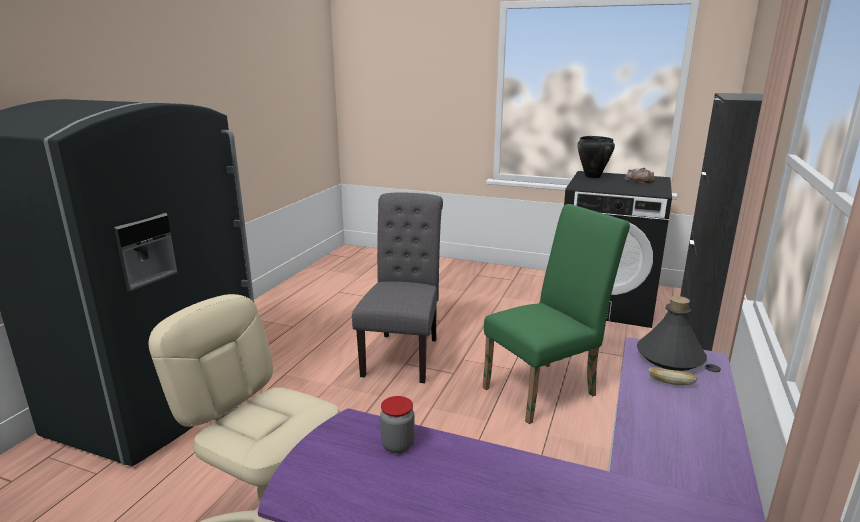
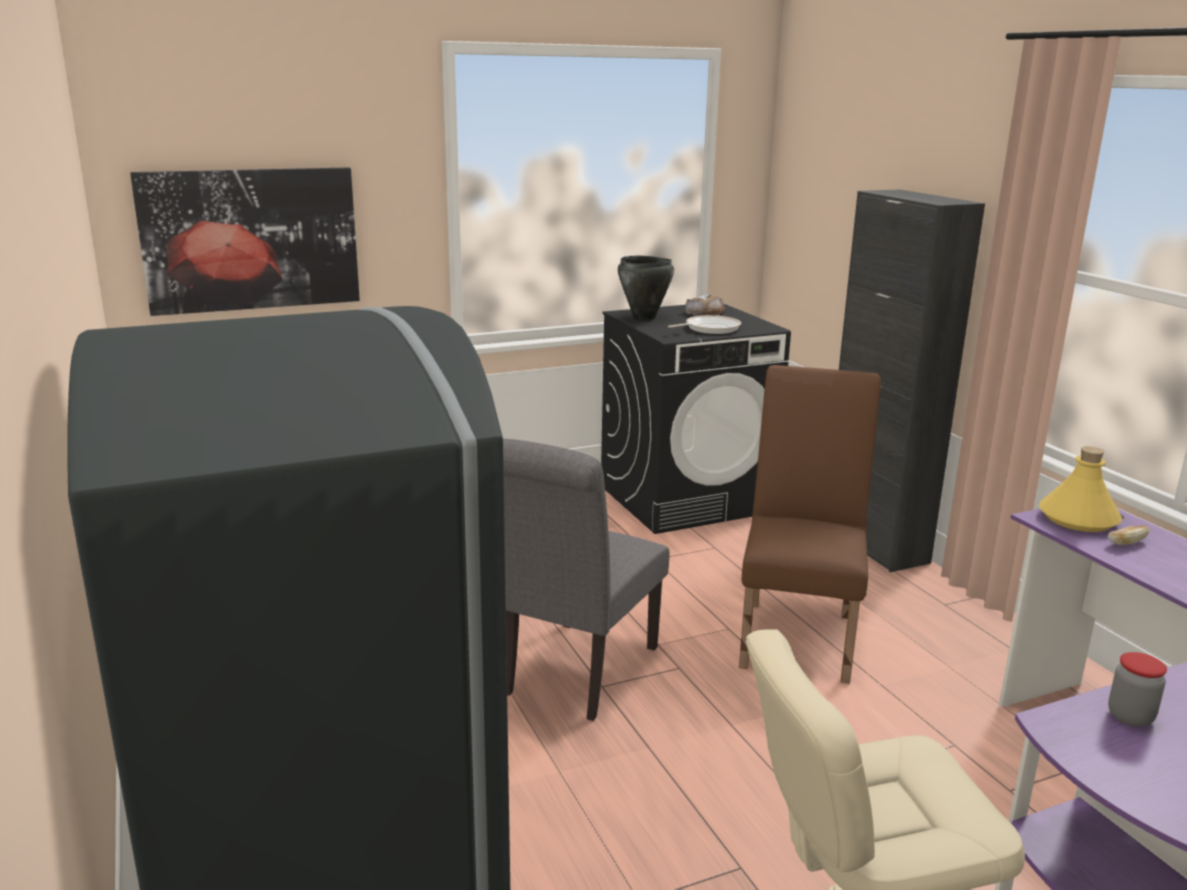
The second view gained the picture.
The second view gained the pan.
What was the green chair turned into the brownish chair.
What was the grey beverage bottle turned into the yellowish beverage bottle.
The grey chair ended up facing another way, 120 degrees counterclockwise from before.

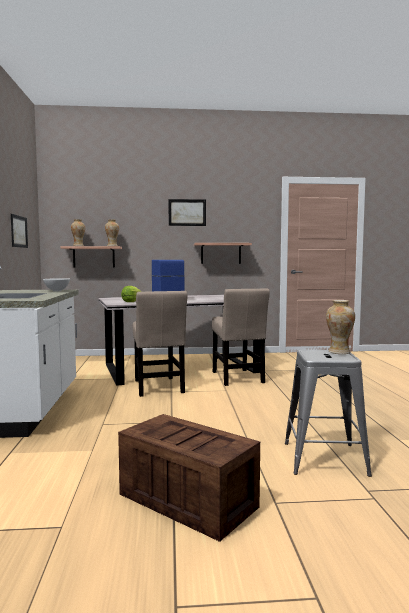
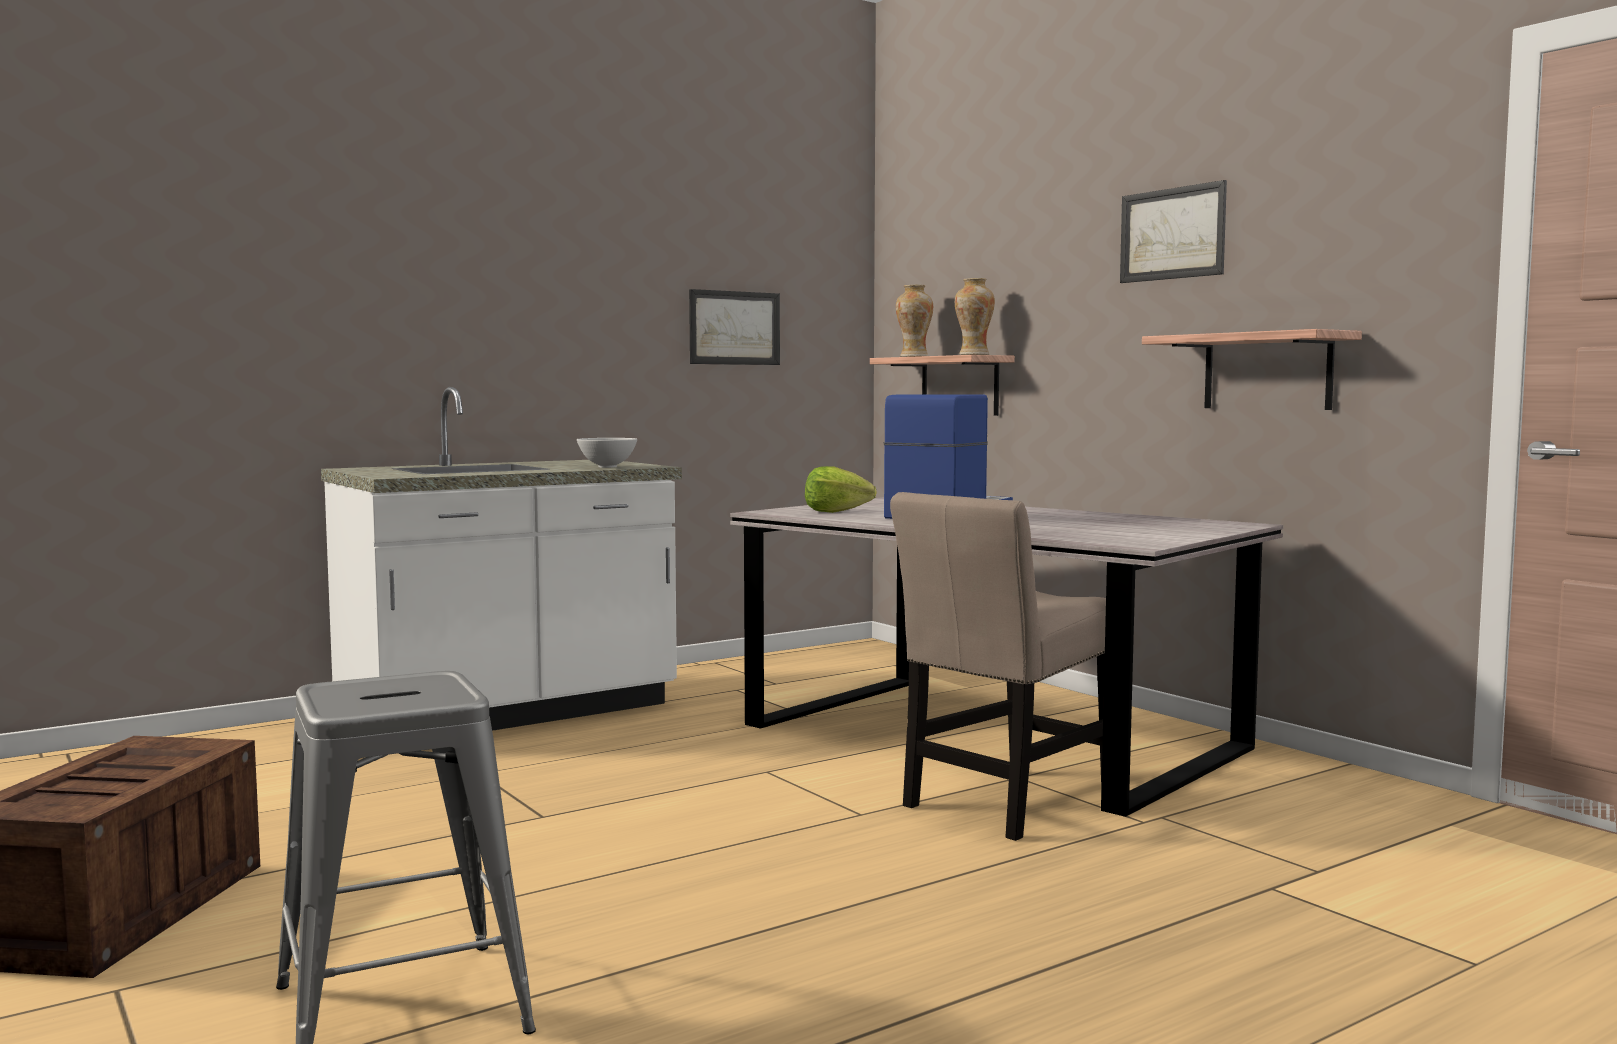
The second view lost the beige-coloured chair (1st from left).
The second view lost the vase (3rd from left).

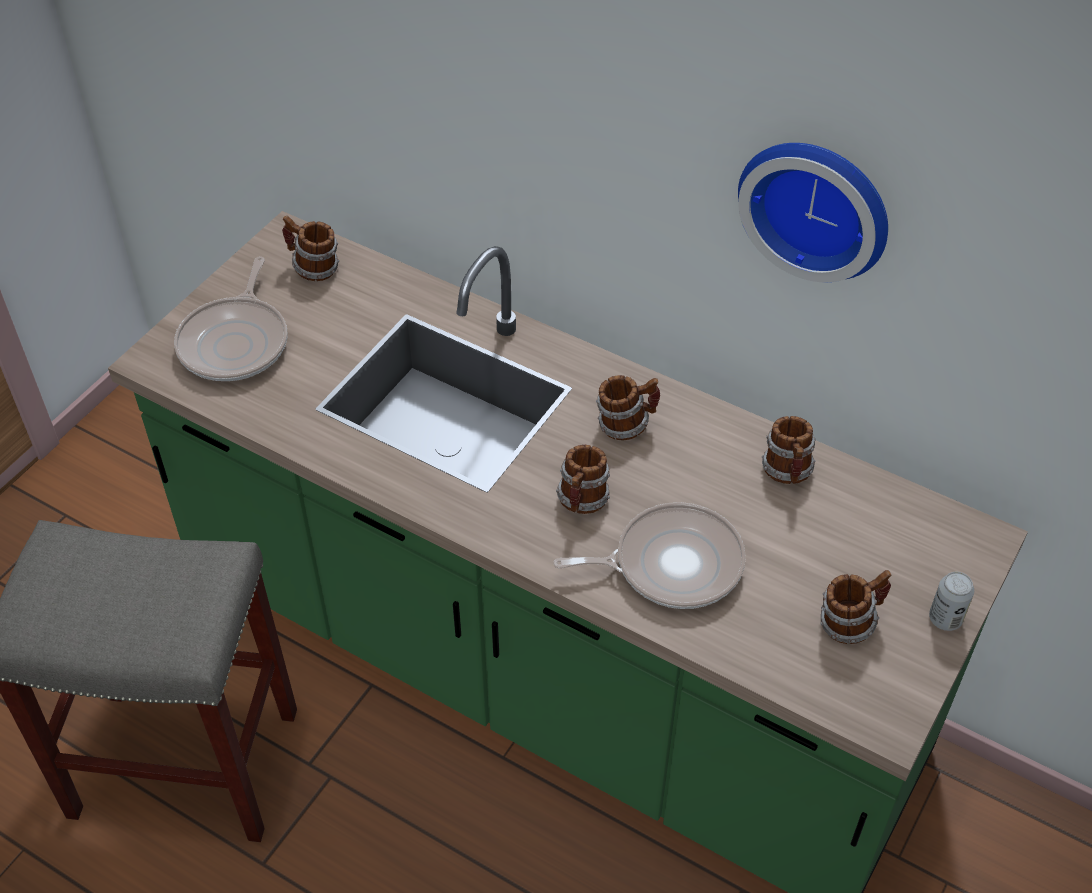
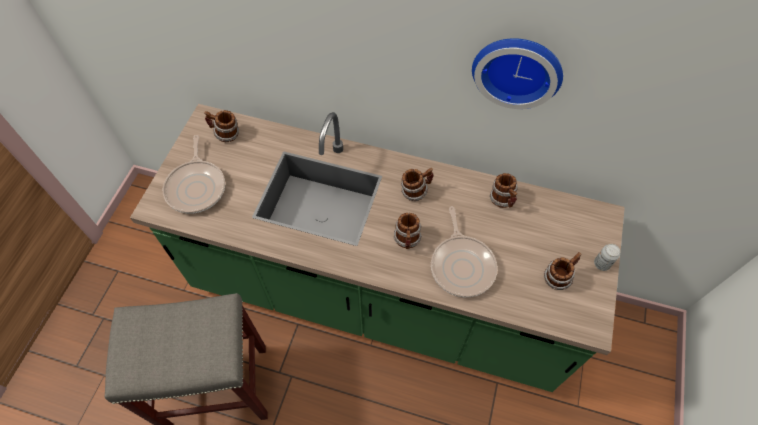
The pan (2nd from left) ended up facing another way, 105 degrees clockwise from before.

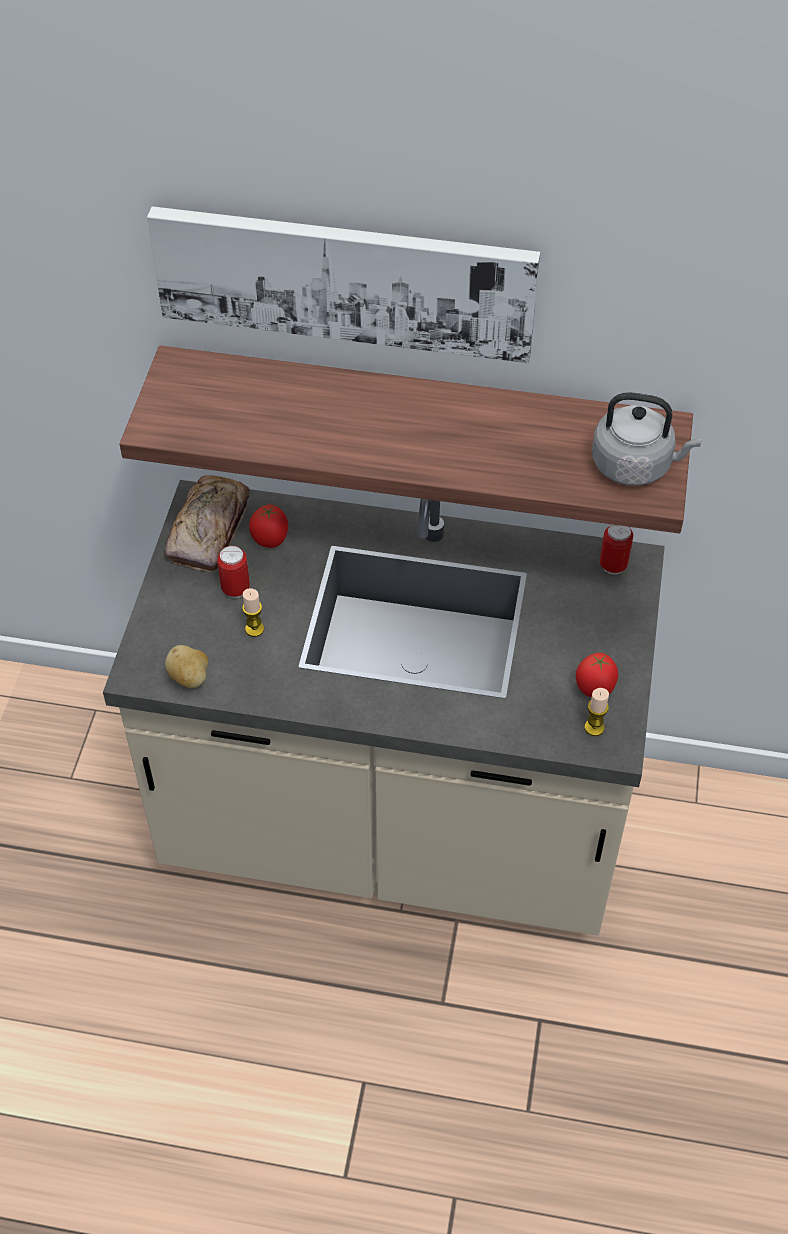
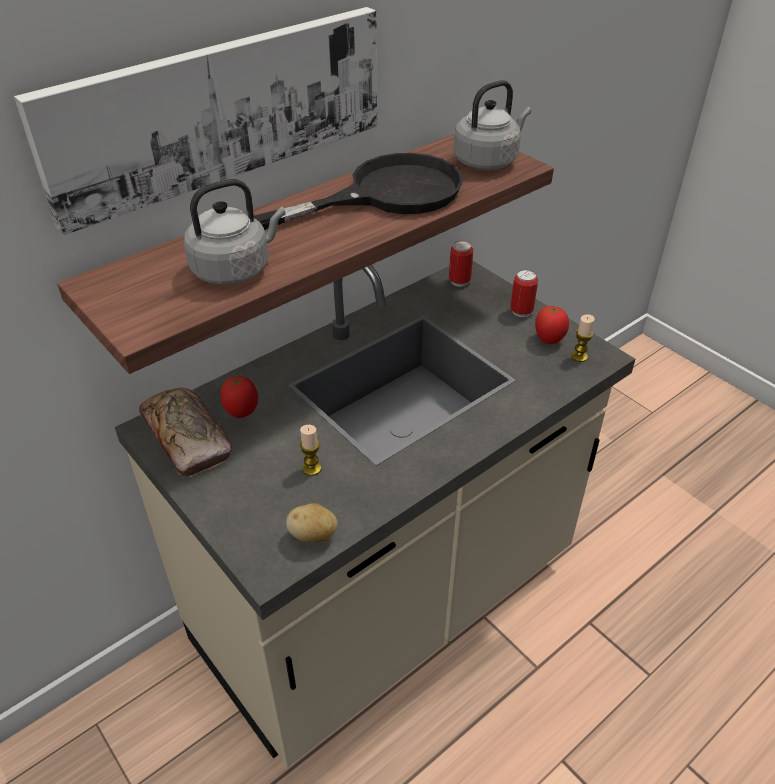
The second view gained the grey water kettle (1st from left).
The second view gained the black pan.
The sealed can (1st from left in the first image) ended up elsewhere.

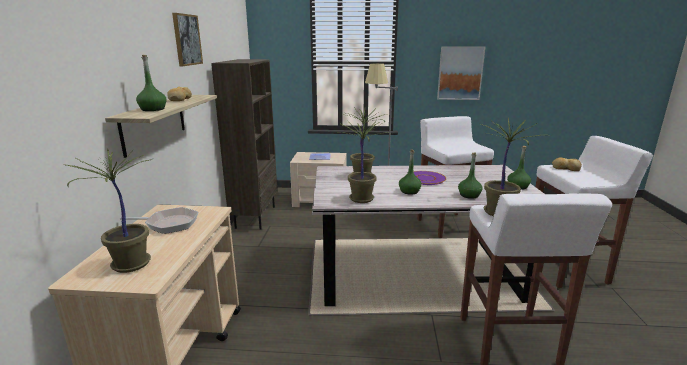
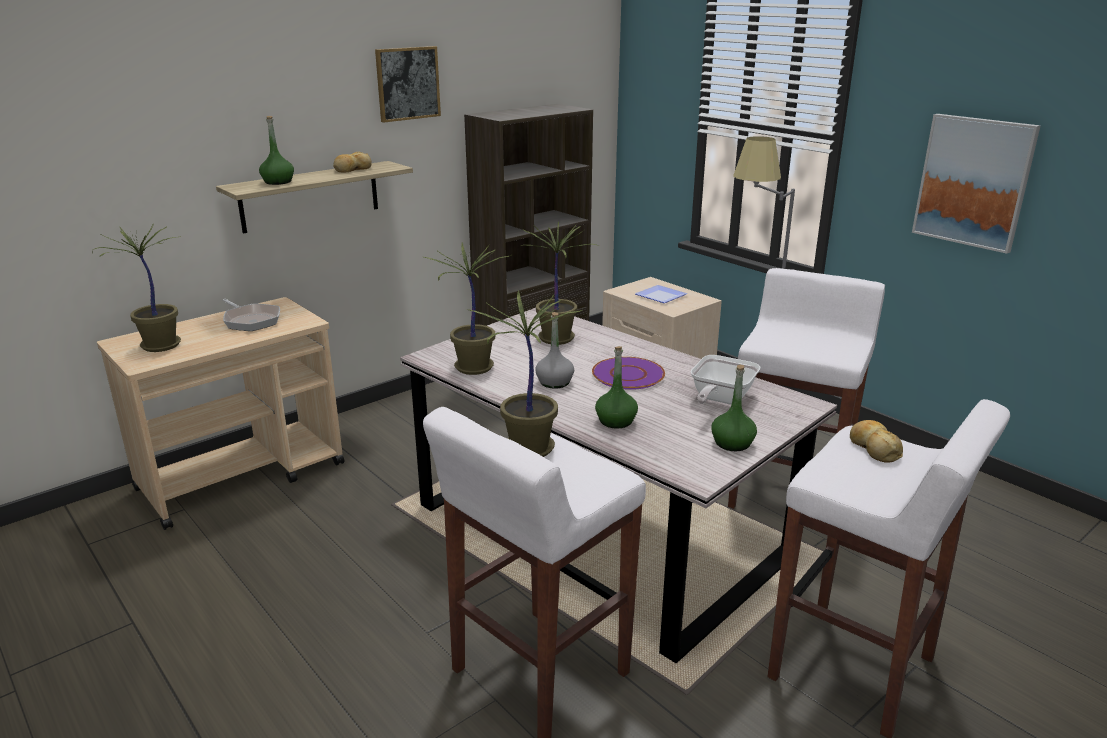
The second view gained the pan (2nd from left).
What was the green beverage bottle (2nd from left) turned into the grey beverage bottle.

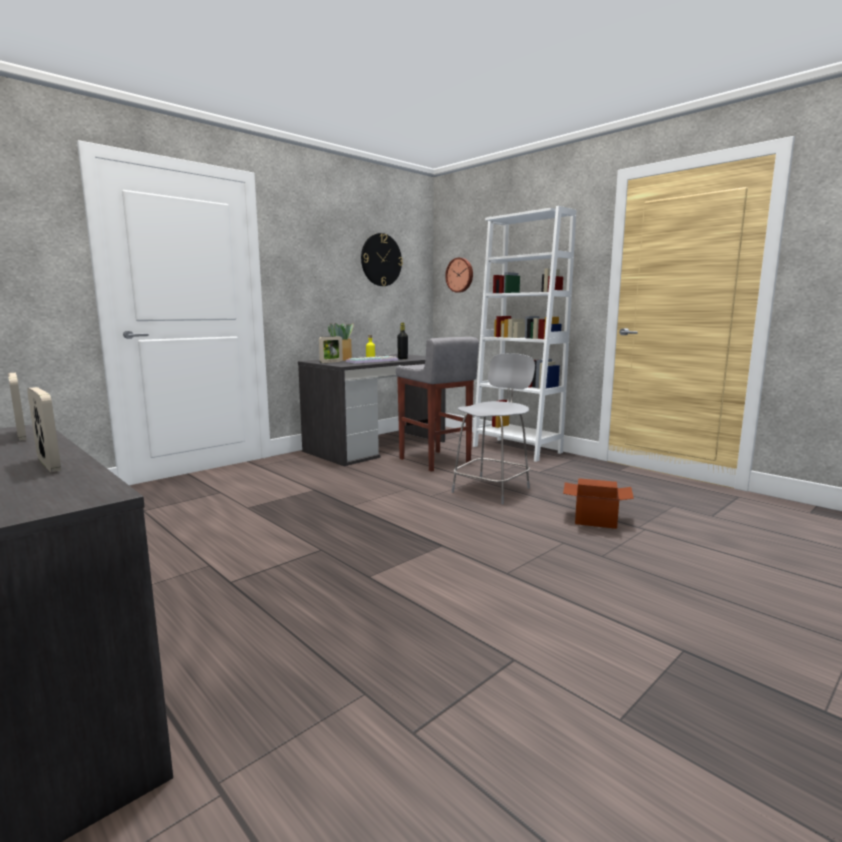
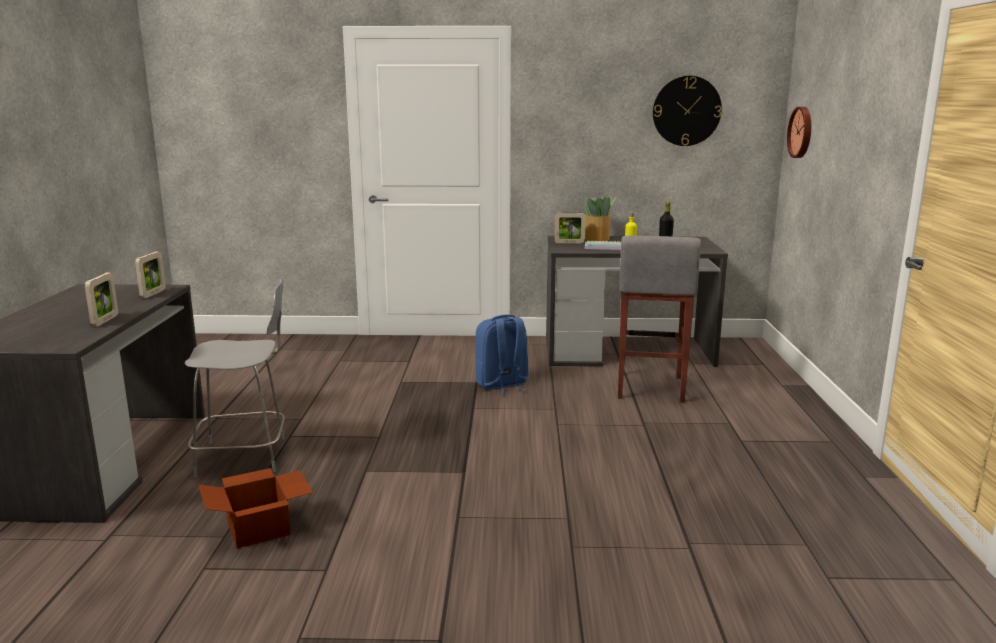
The second view lost the white bookshelf.
The second view gained the blue-coloured backpack.
The grey chair ended up elsewhere.
The cardboard box ended up elsewhere.

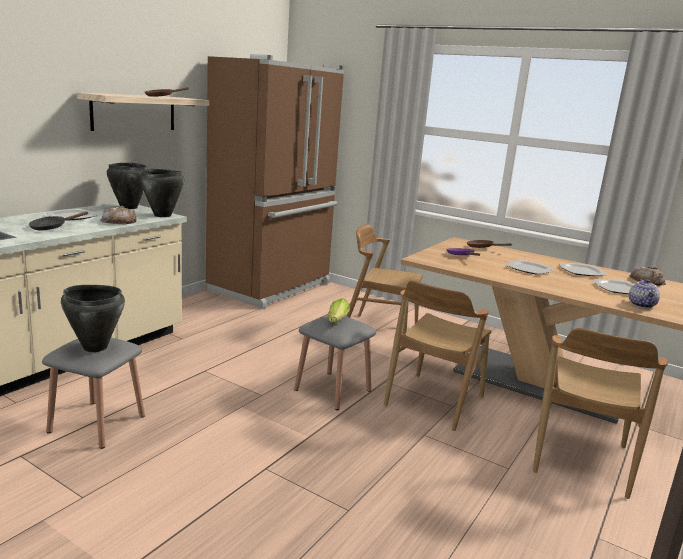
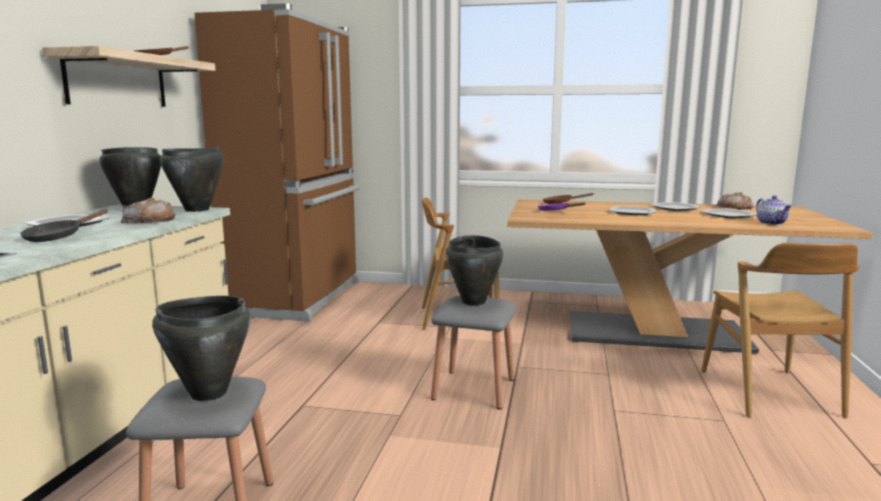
The second view lost the brownish chair (2nd from left).
Where the lettuce stood, the black cooking pot (4th from left) came to stand.

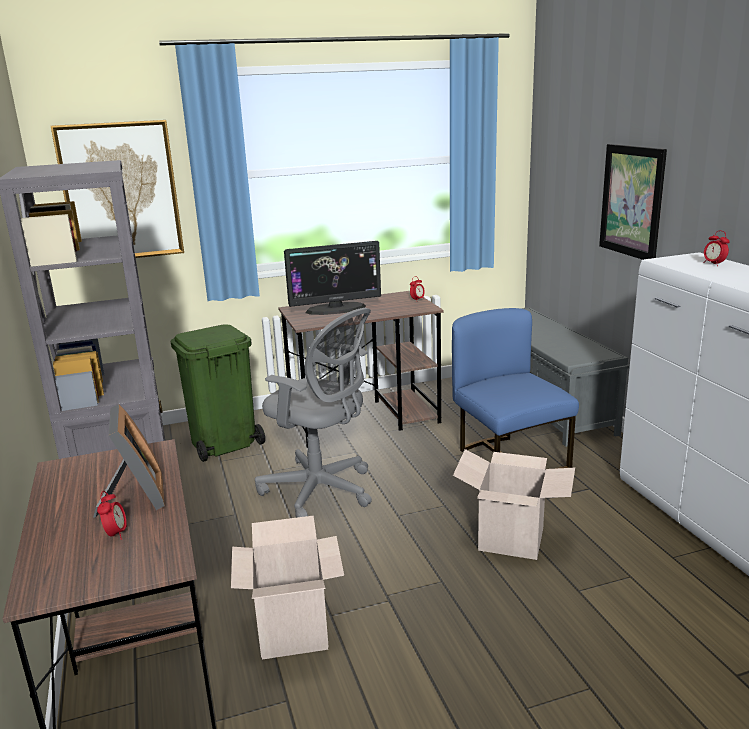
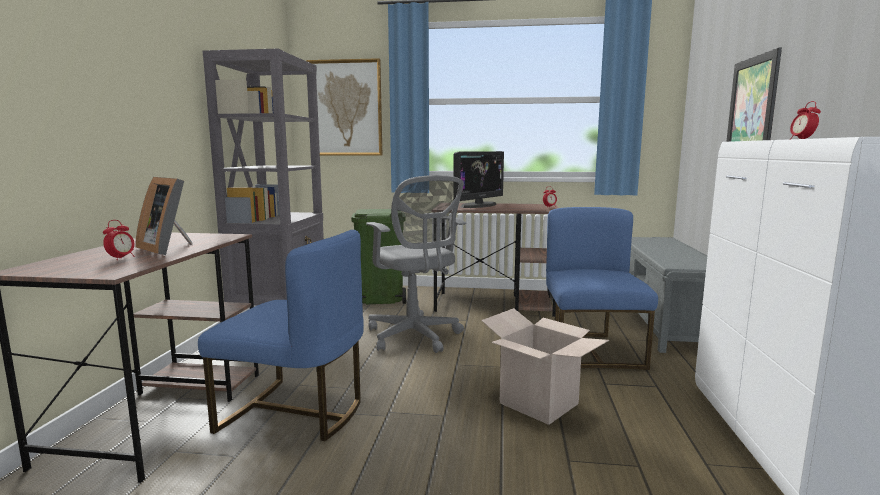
Where the cardboard box (1st from left) stood, the blue-coloured chair (1st from left) came to stand.
The photo frame ended up facing another way, 120 degrees clockwise from before.
The monitor ended up facing another way, 60 degrees counterclockwise from before.

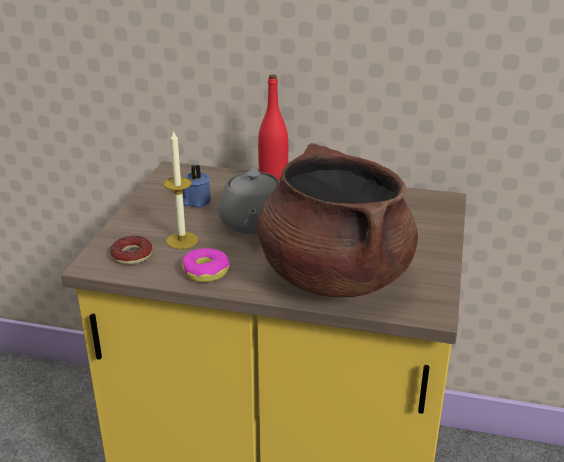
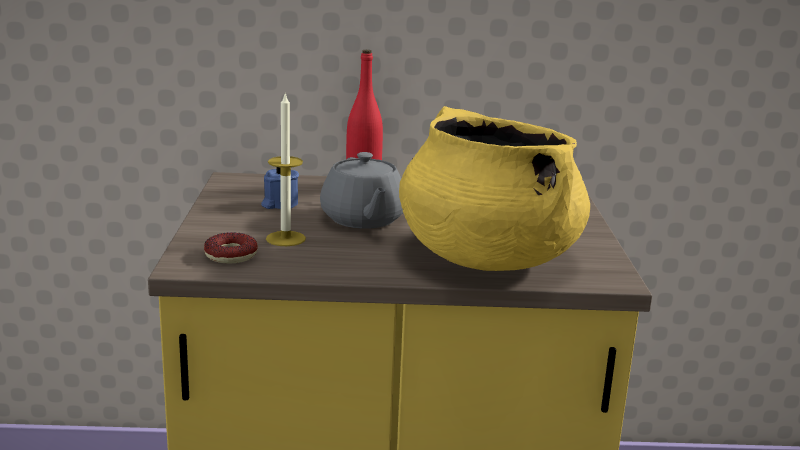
The second view lost the donut (2nd from left).
What was the brownish cooking pot turned into the yellowish cooking pot.

